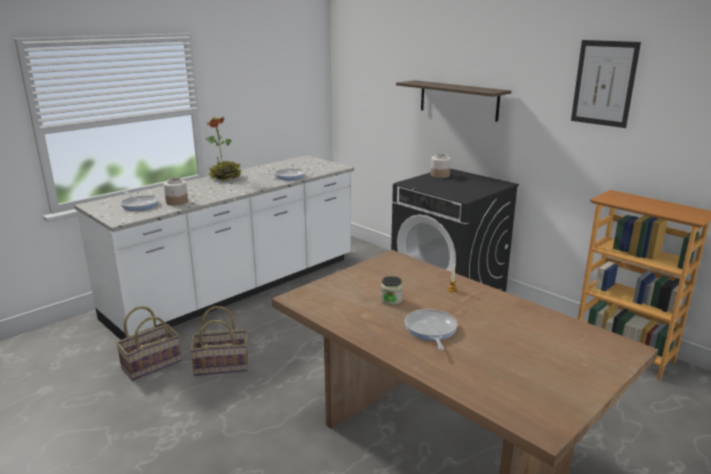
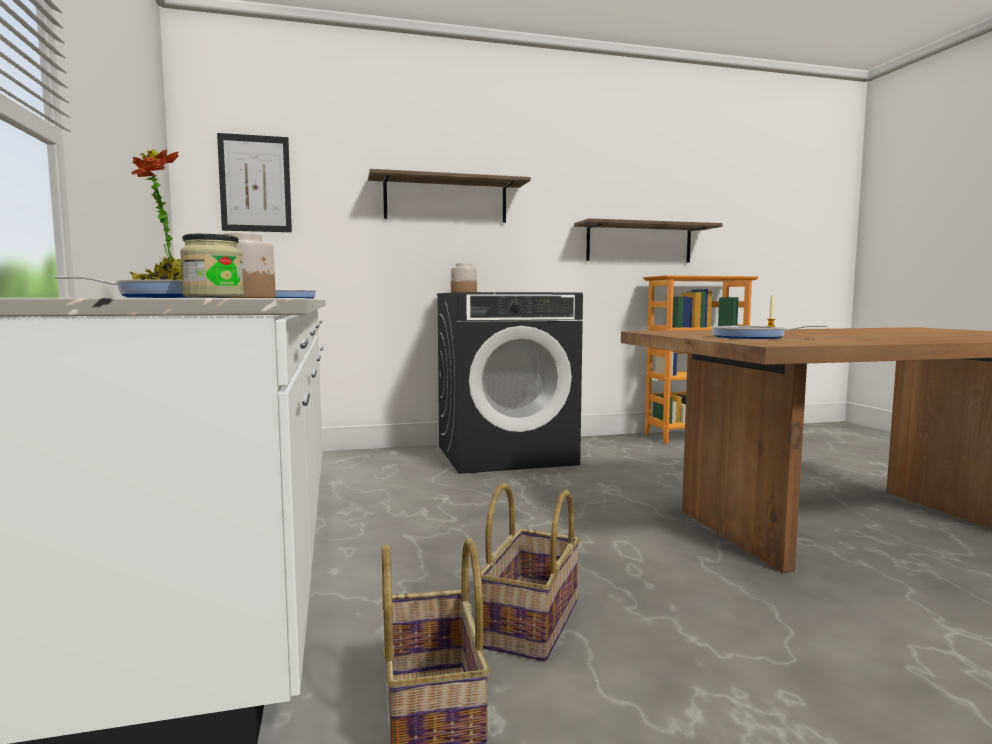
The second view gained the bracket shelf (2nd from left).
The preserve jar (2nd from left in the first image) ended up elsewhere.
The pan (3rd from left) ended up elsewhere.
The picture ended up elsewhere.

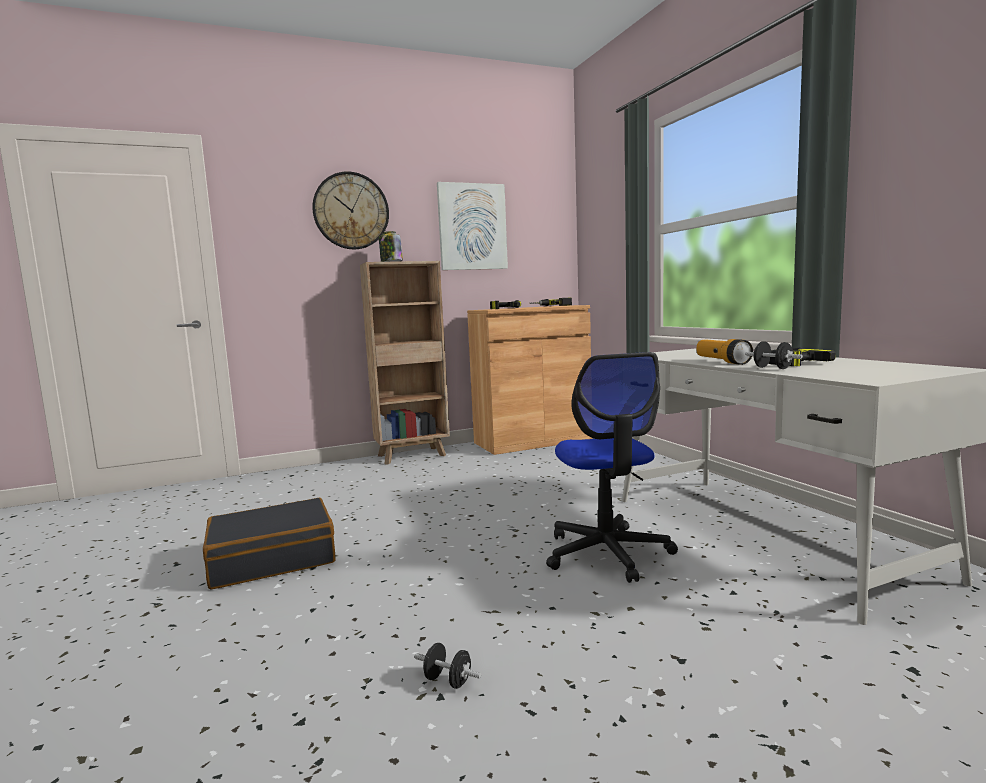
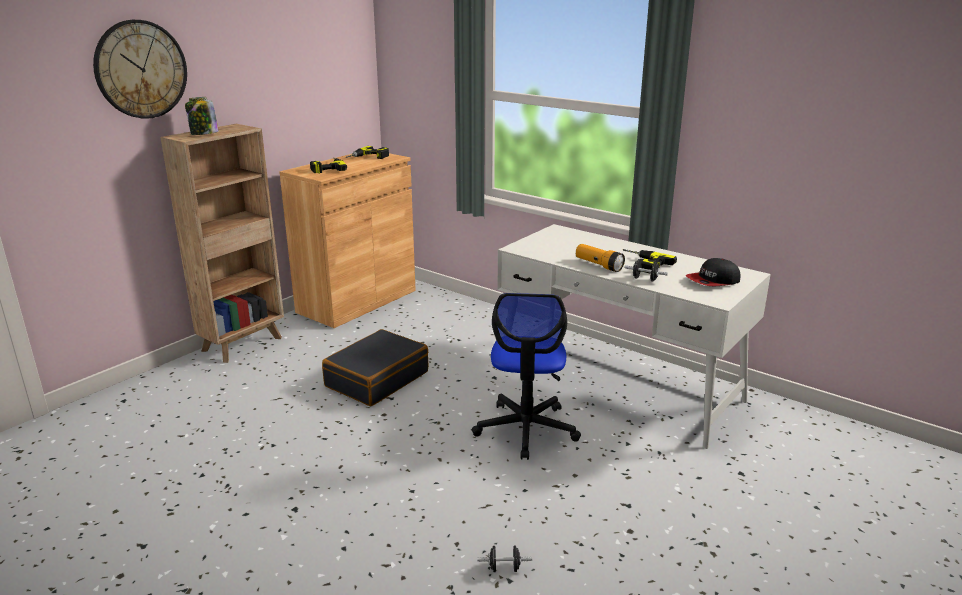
The second view lost the picture.
The second view gained the cap.
The black piece of luggage ended up elsewhere.
The office chair ended up facing another way, 45 degrees clockwise from before.

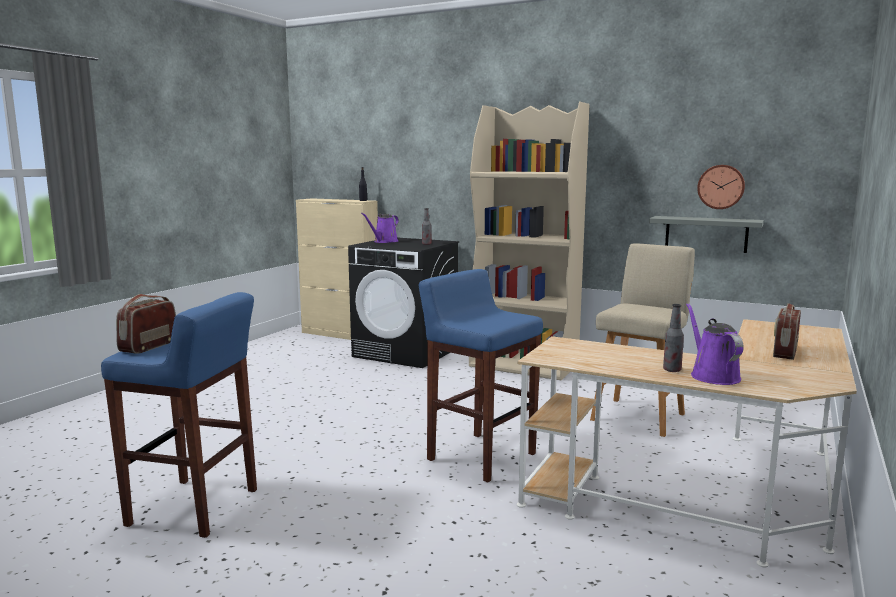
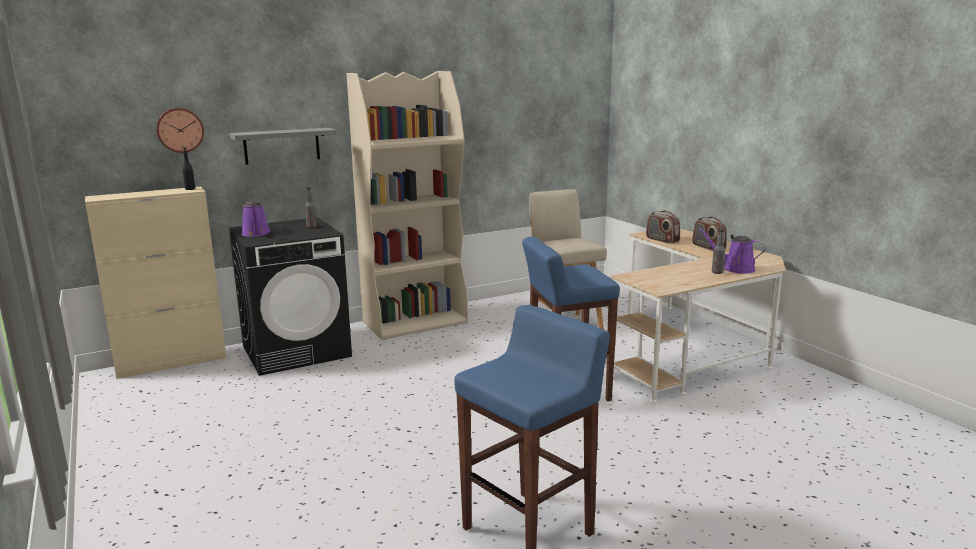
The radio set (1st from left) ended up elsewhere.
The grey bracket shelf ended up elsewhere.
The wall clock ended up elsewhere.

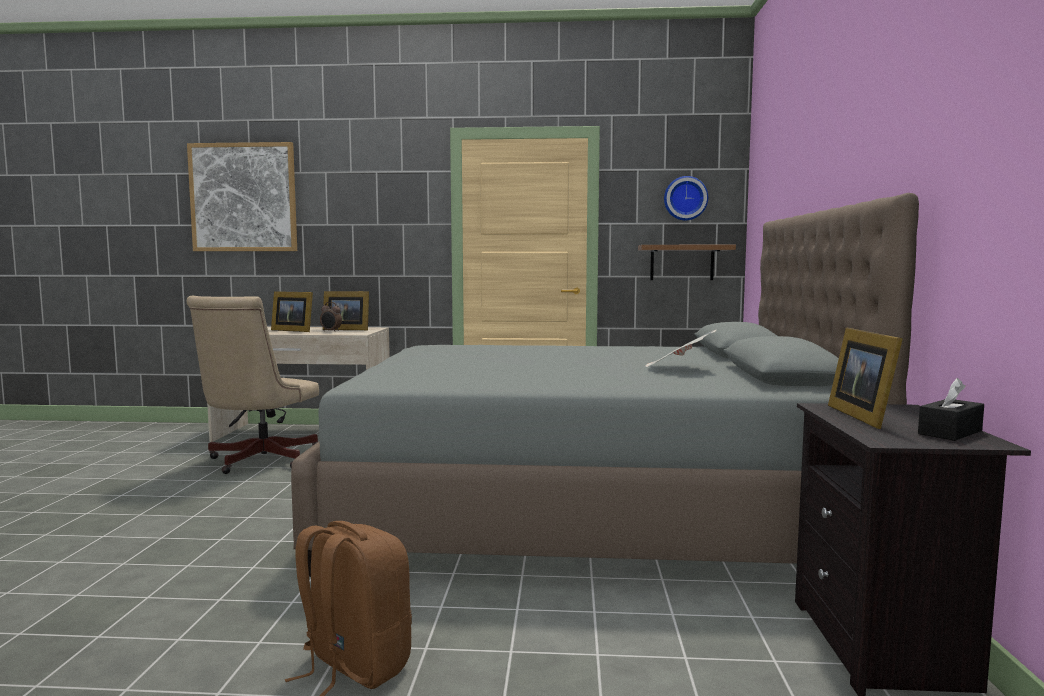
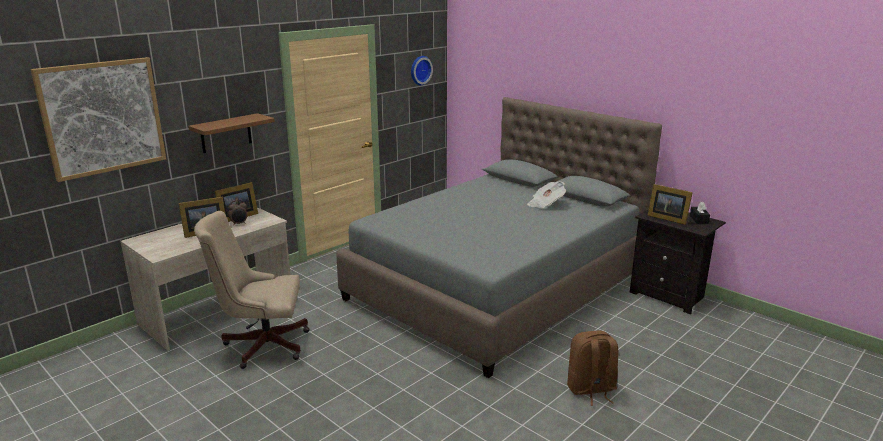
The brownish bracket shelf ended up elsewhere.
The beige-coloured office chair ended up facing another way, 120 degrees clockwise from before.

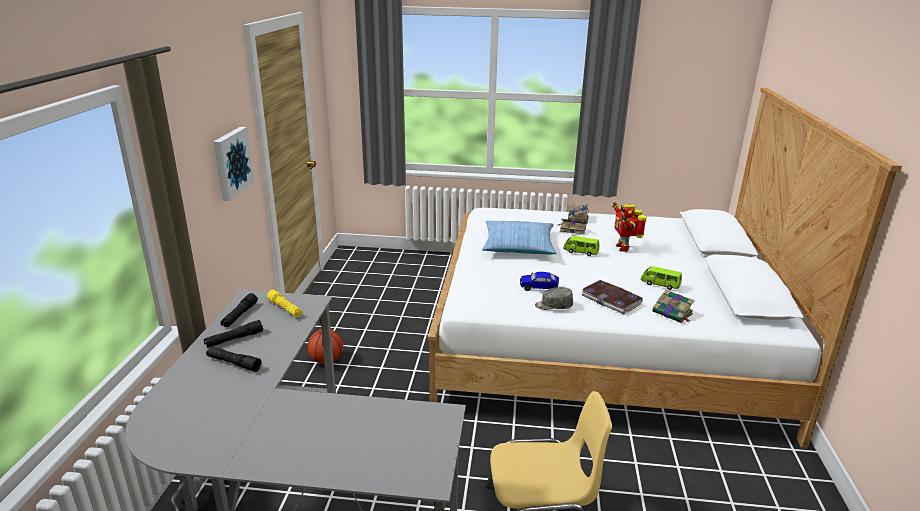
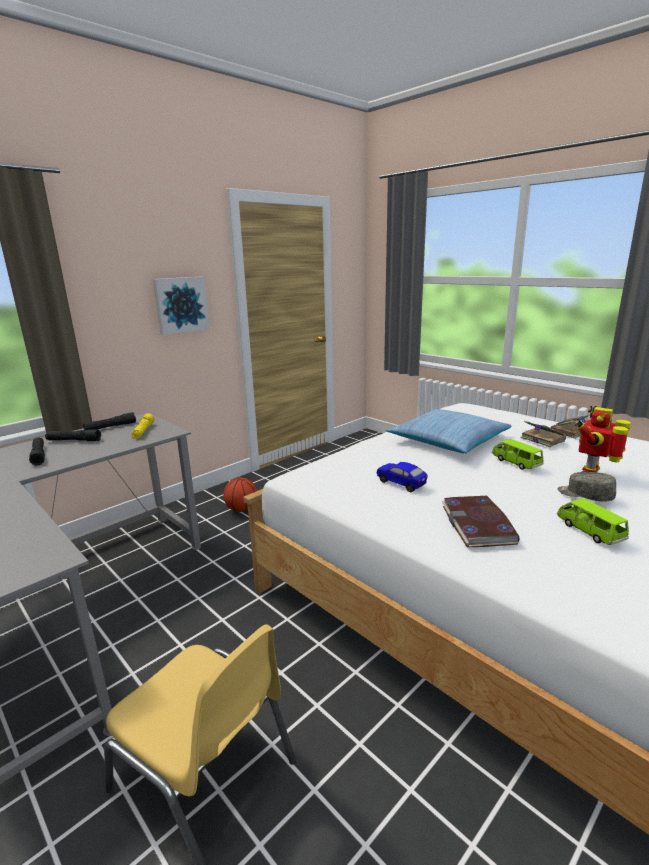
The second view lost the book (4th from left).
The grey cap ended up elsewhere.

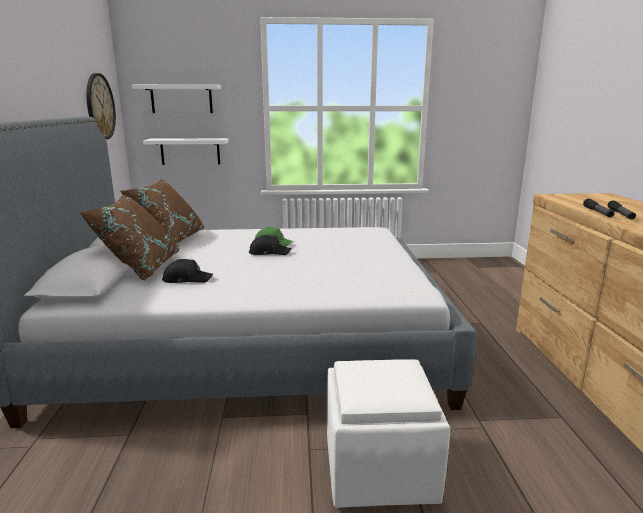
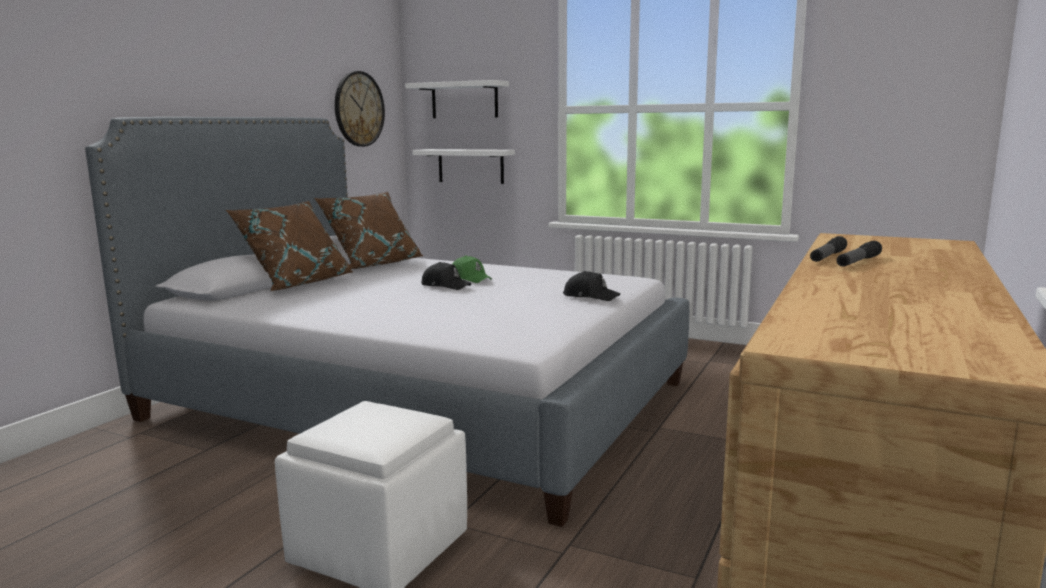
The black cap (1st from left in the first image) ended up elsewhere.

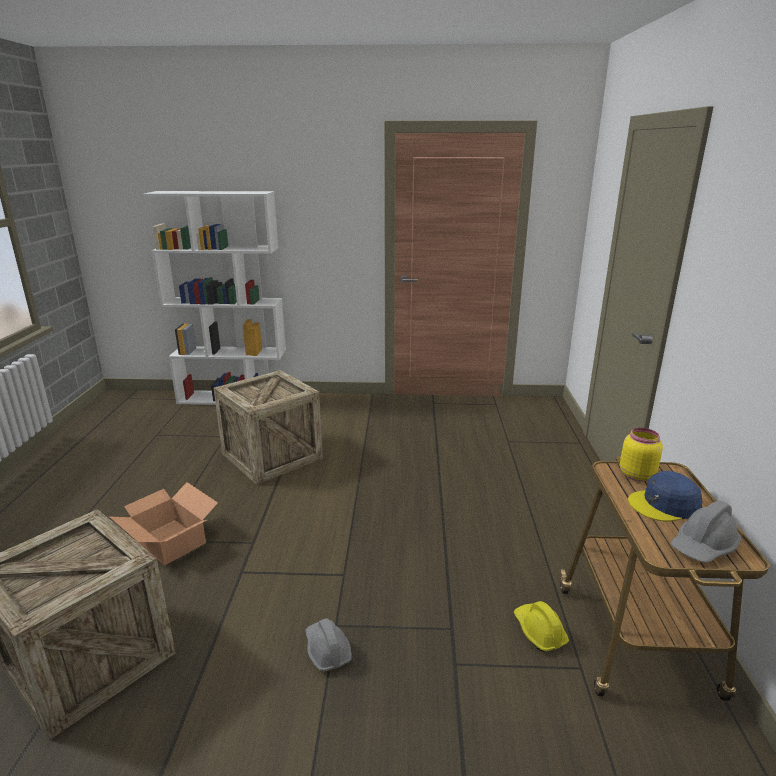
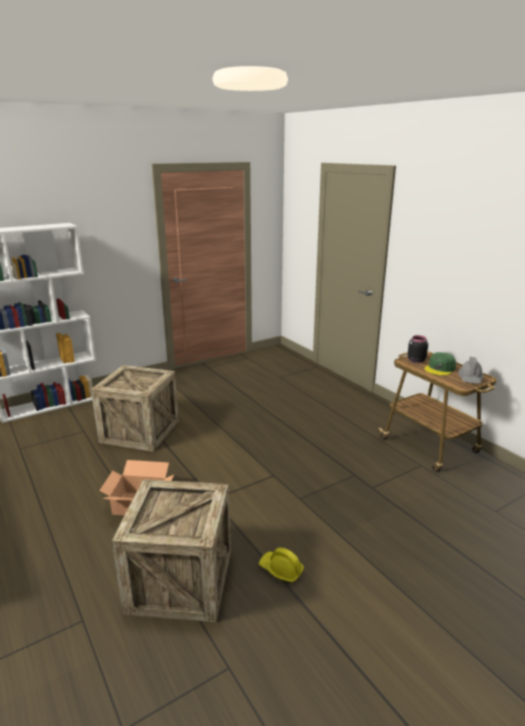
The second view lost the grey hard hat (1st from left).
The yellowish hard hat ended up elsewhere.
What was the yellowish preserve jar turned into the black preserve jar.
What was the blue-coloured cap turned into the green cap.

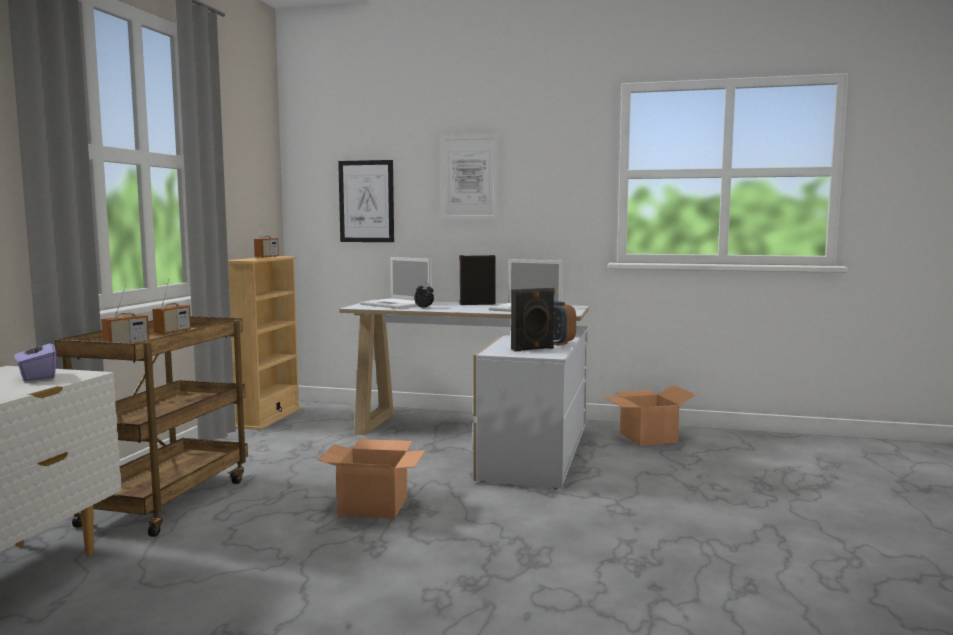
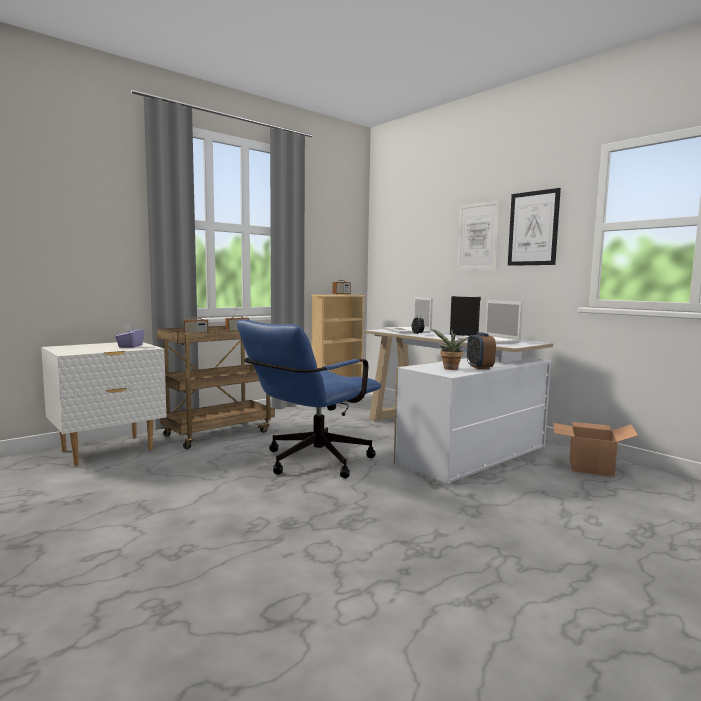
The picture (1st from left in the first image) ended up elsewhere.
Where the cardboard box (1st from left) stood, the blue-coloured office chair came to stand.
Where the black speaker (2nd from left) stood, the potted plant came to stand.

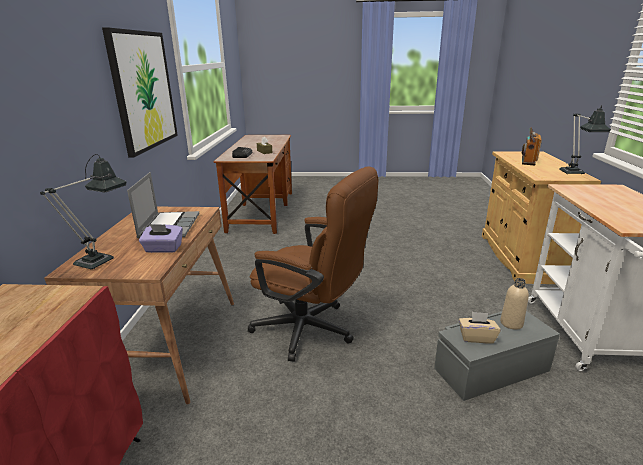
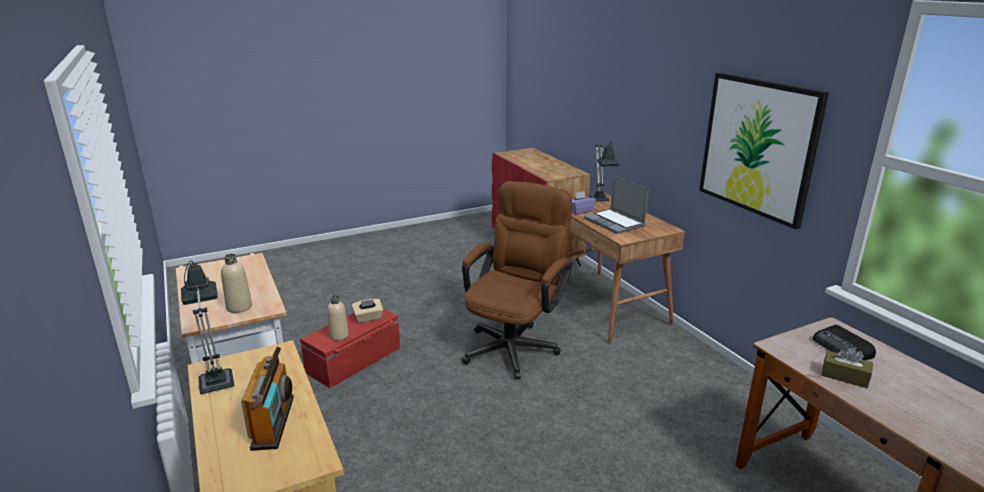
The second view gained the beige-coloured beverage bottle (1st from left).
What was the grey storage container turned into the reddish storage container.
The brownish office chair ended up facing another way, 120 degrees clockwise from before.

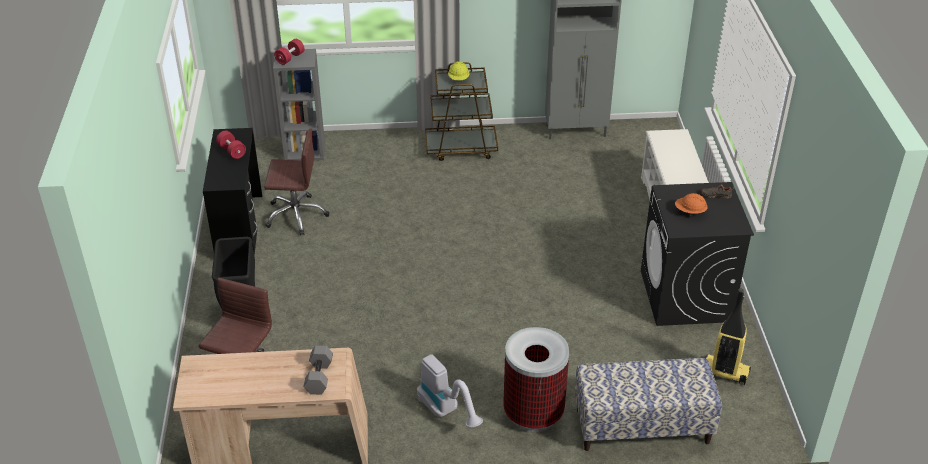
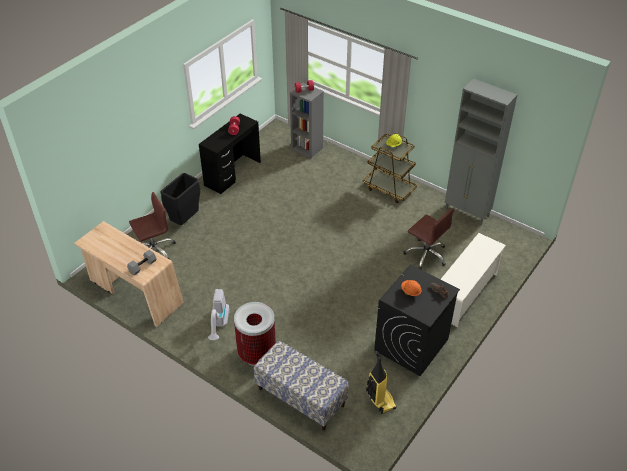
The brownish office chair (2nd from left) ended up elsewhere.

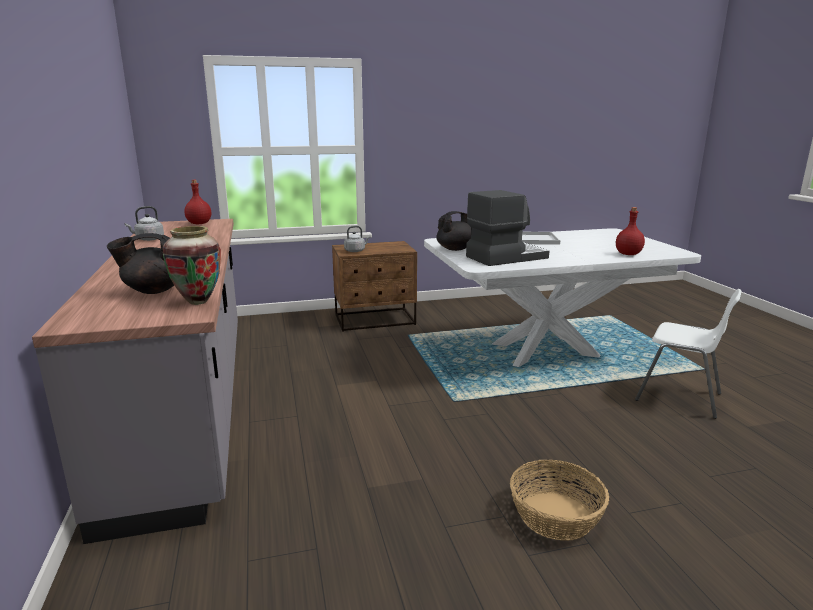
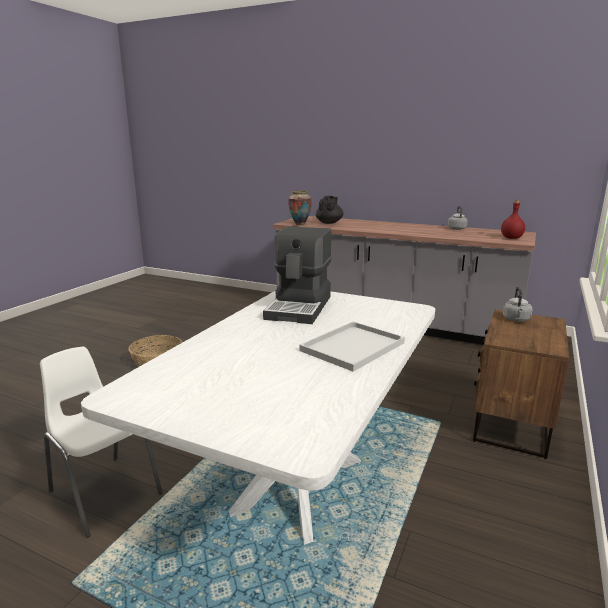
The second view lost the black pot for tea (2nd from left).
The second view lost the reddish beverage bottle (2nd from left).
The white chair ended up facing another way, 60 degrees clockwise from before.

